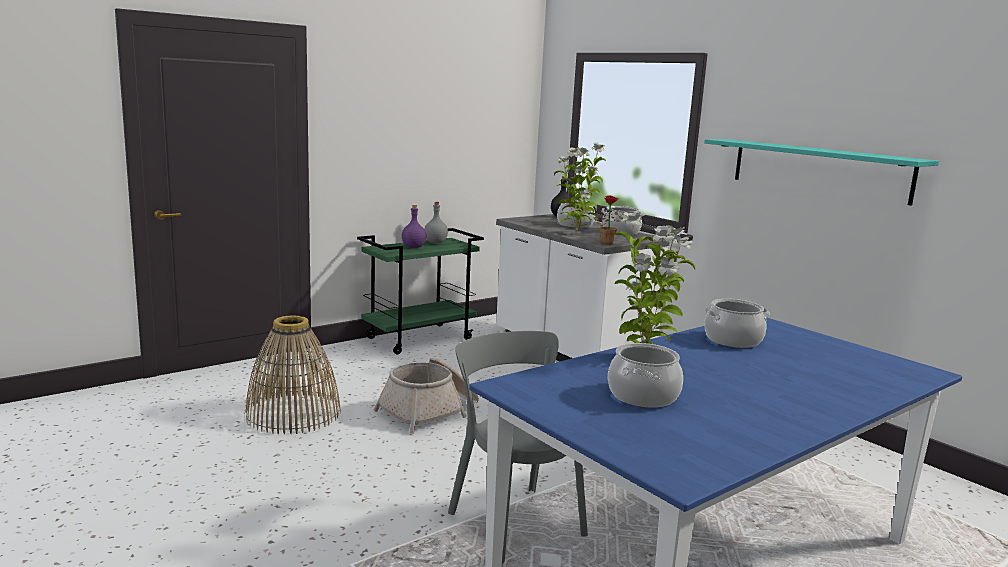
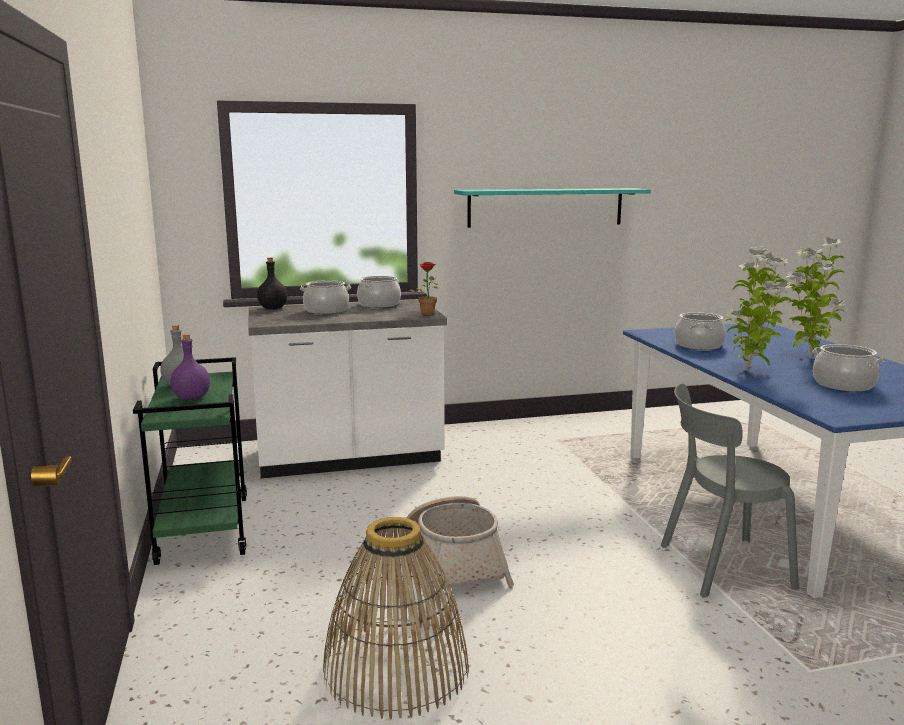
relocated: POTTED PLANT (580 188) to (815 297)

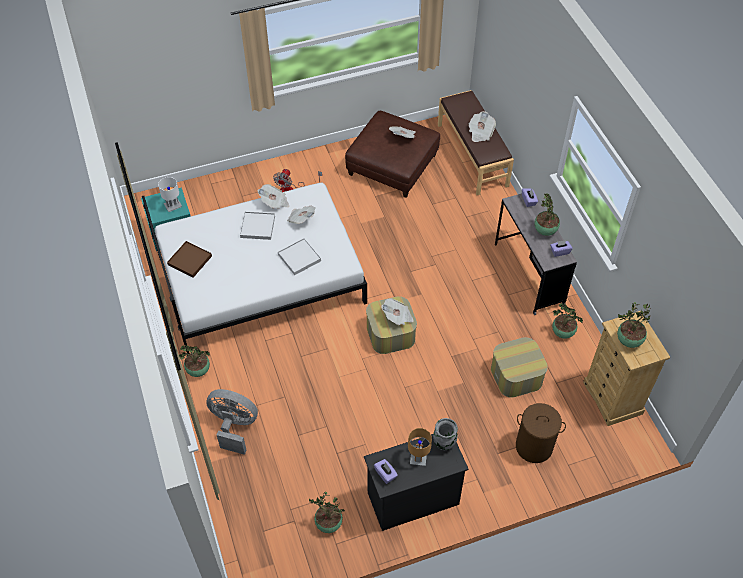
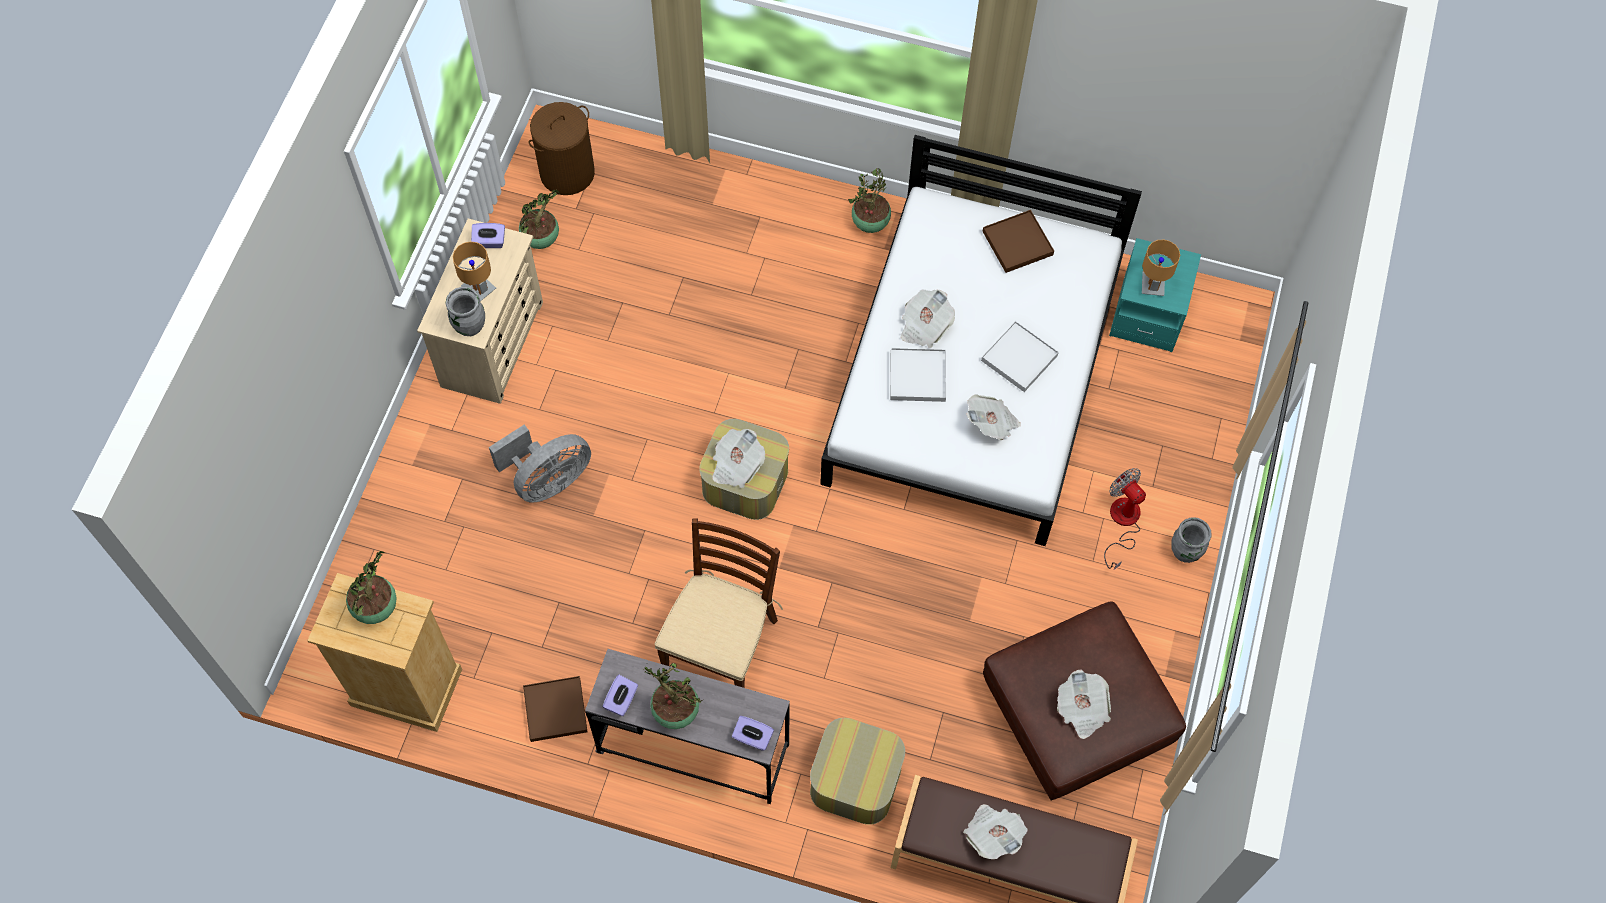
appeared: GREY VASE (1191 540); BROWN CHAIR (719 603)
relocated: NEWSPAPER (273 196) to (928 318); OTTOMAN (519 367) to (857 771); GREY FAN (232 422) to (540 464); BROWN LAUNDRY BASKET (541 433) to (561 148)
exchanged: POTTED PLANT (567 321) to BROWN TRAY (555 709)
colour: WHITE TABLE LAMP (170 194) to BROWN TABLE LAMP (1161 267); BLACK DRESSER (416 482) to BEIGE DRESSER (480 311)

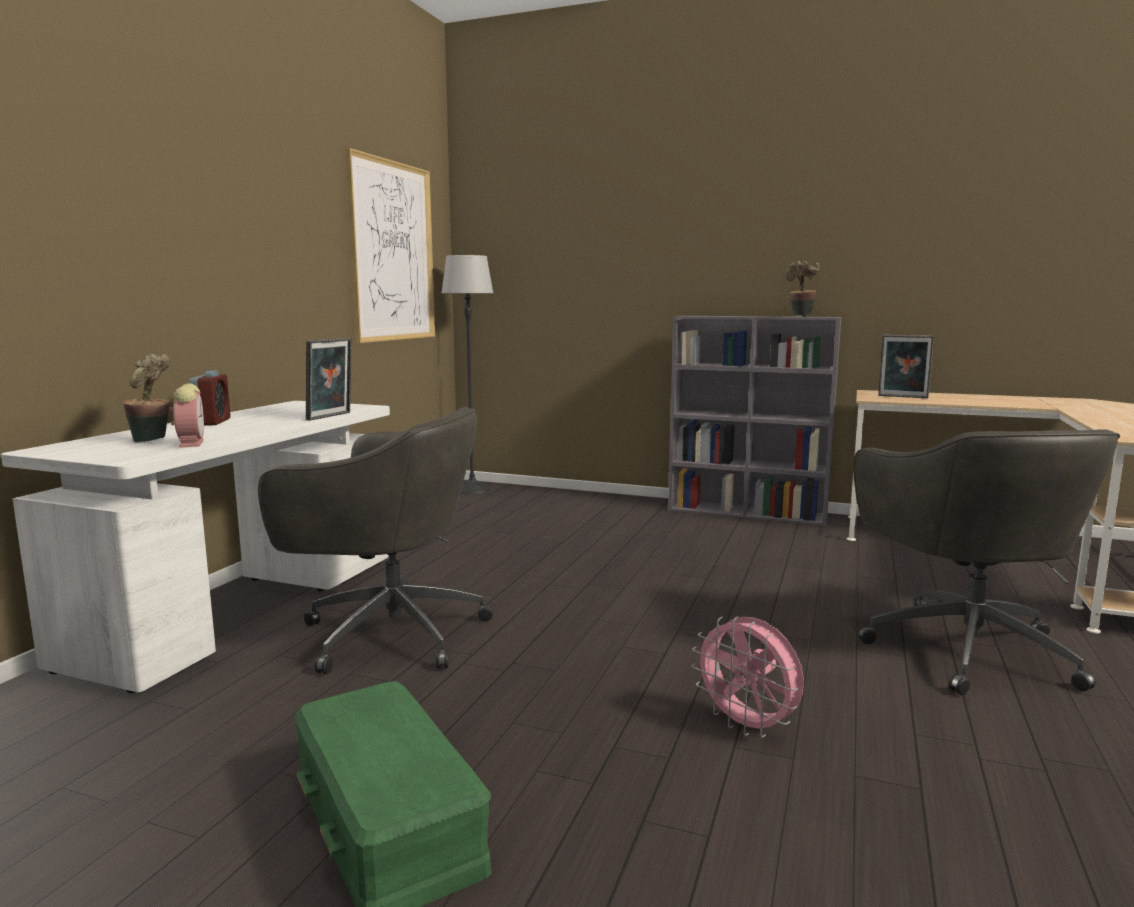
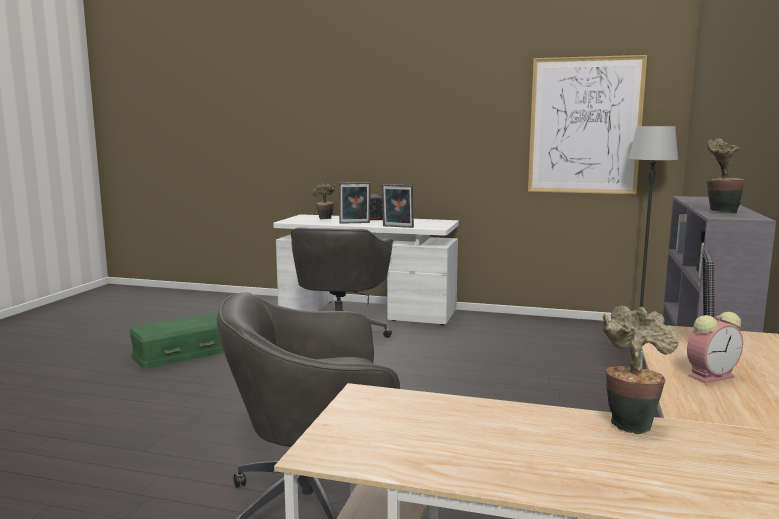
missing: PINK FAN (747 677)
appeared: PICTURE FRAME (354 203); POTTED PLANT (641 370)
relocated: ALARM CLOCK (187 415) to (715 347)

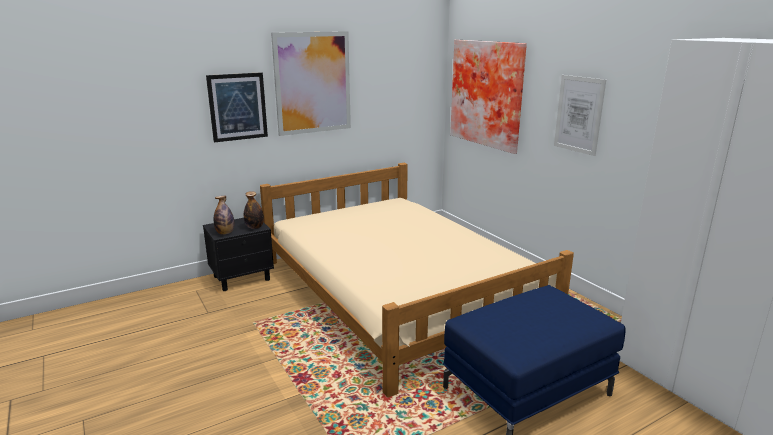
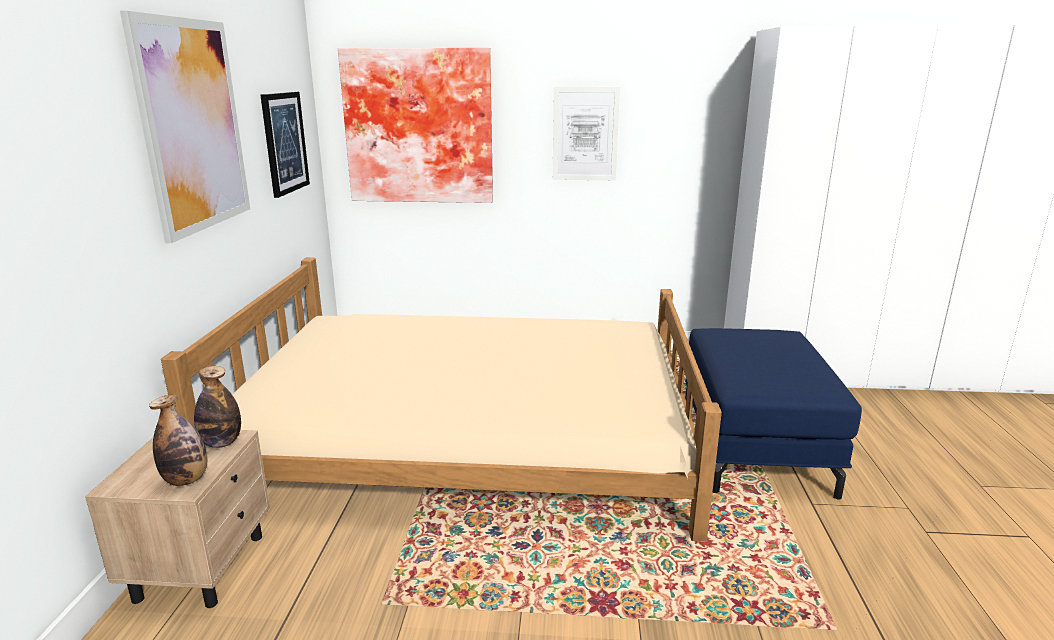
relocated: PICTURE (237 107) to (285 145)
colour: BLACK NIGHTSTAND (238 254) to BEIGE NIGHTSTAND (177 519)

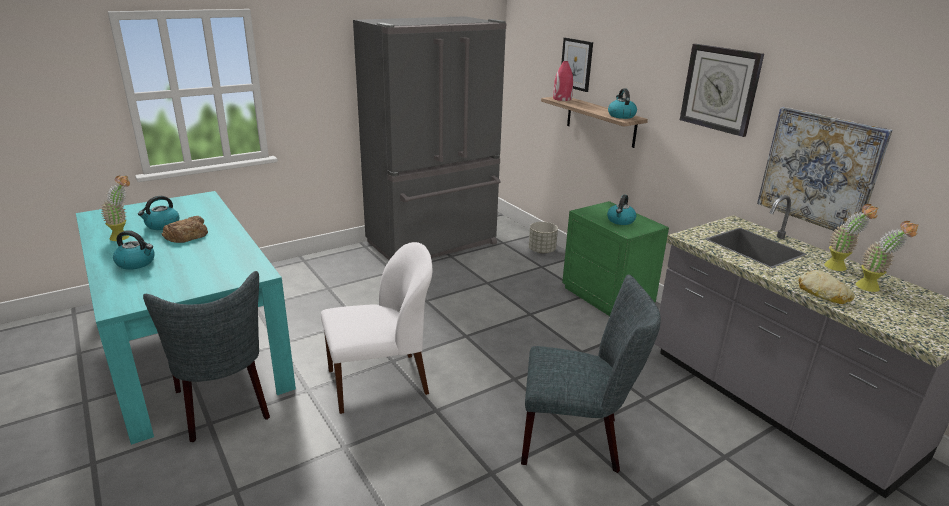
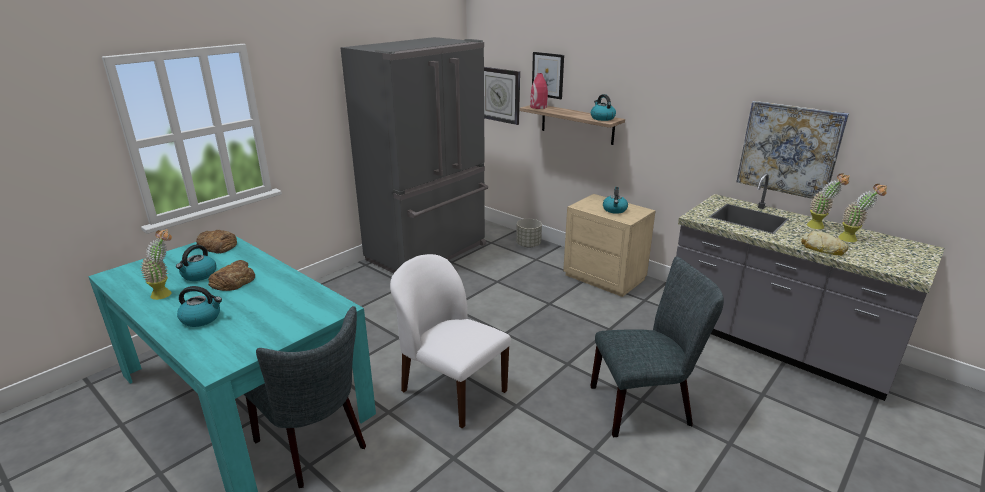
appeared: BREAD (216 242)
relocated: WALL CLOCK (722 90) to (502 96)
colour: GREEN NIGHTSTAND (615 258) to BEIGE NIGHTSTAND (609 245)
spun: WHITE CHAIR (376 328) = (450 341) 105 degrees counterclockwise

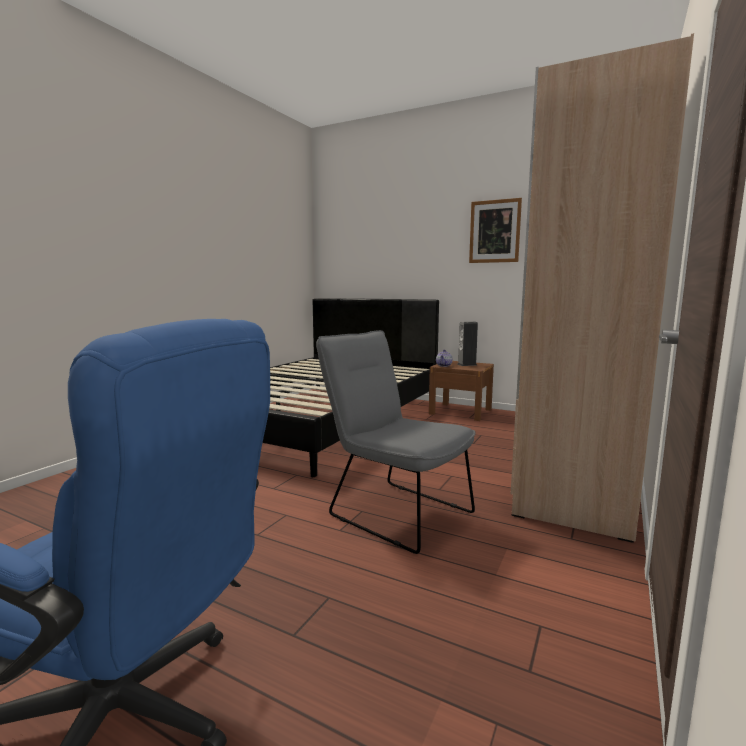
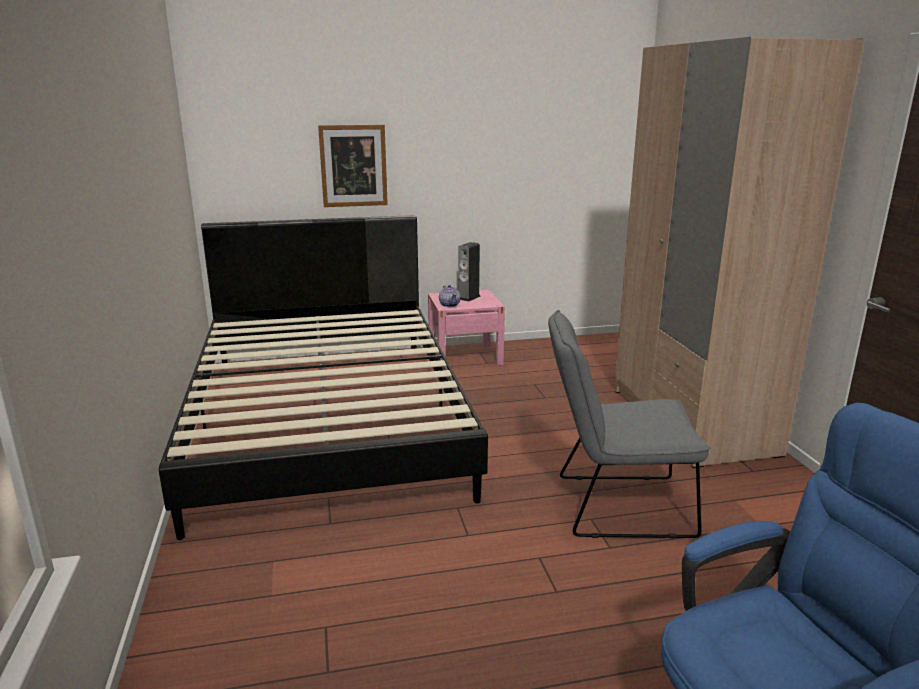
relocated: PICTURE (495 230) to (353 166)
colour: BROWN NIGHTSTAND (461 391) to PINK NIGHTSTAND (466 328)

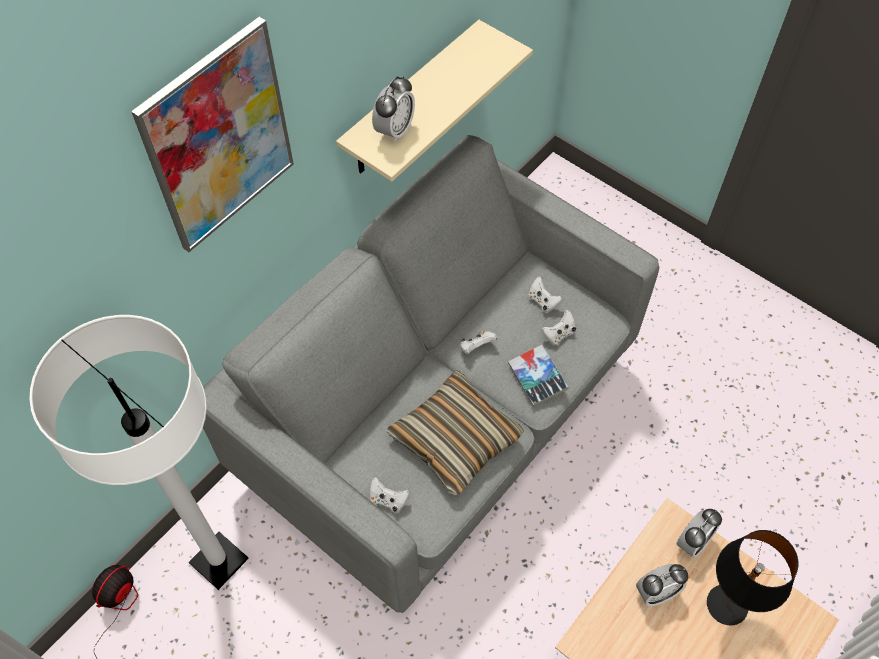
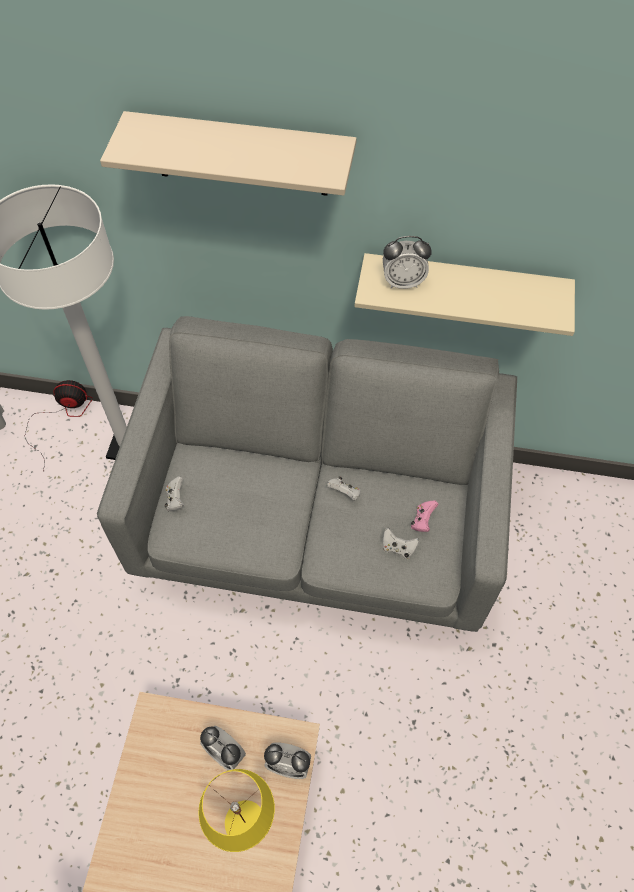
missing: BOOK (538 376); PILLOW (455 432)
exchanged: PICTURE (212 134) to BEIGE SHELF (228 153)
colour: WHITE GAME CONTROLLER (545 294) to PINK GAME CONTROLLER (425 516); BLACK TABLE LAMP (753 578) to YELLOW TABLE LAMP (236 810)

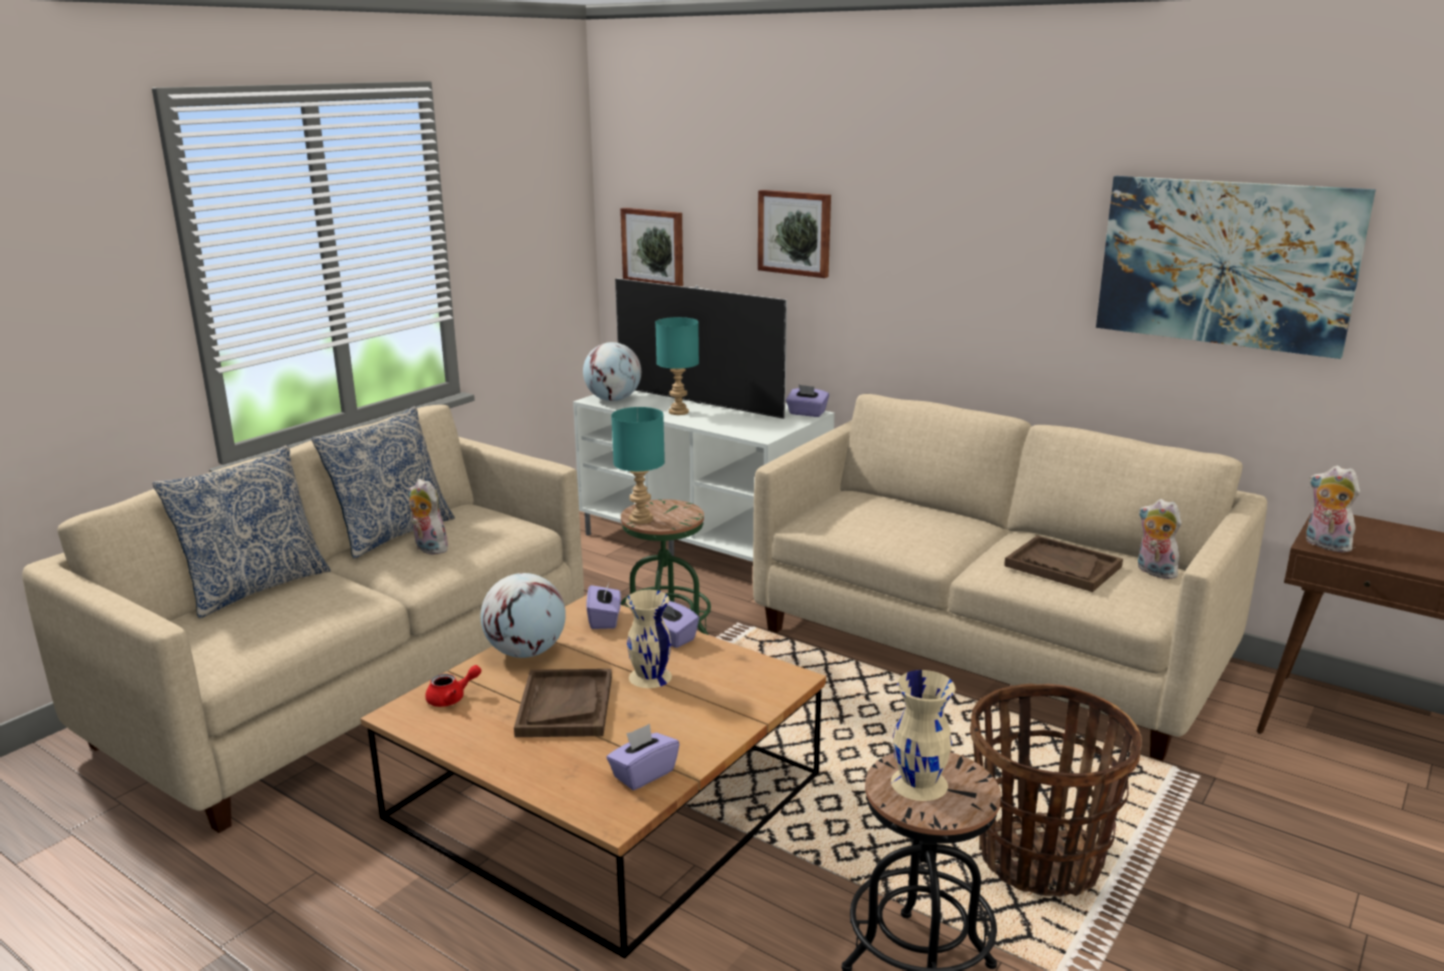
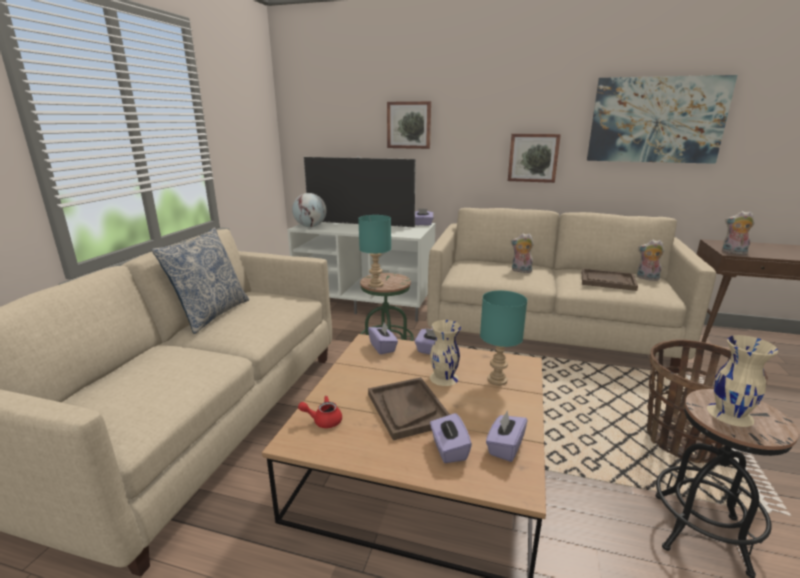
missing: PILLOW (241 532); GLOBE (523 615)
appeared: PURPLE TISSUE BOX (451 438)
relocated: PICTURE (651 247) to (534 158); TURQUOISE TABLE LAMP (677 366) to (503 338); PLUSH TOY (428 517) to (522 253)
spun: RED TEAPOT (453 686) = (320 412) 135 degrees counterclockwise

